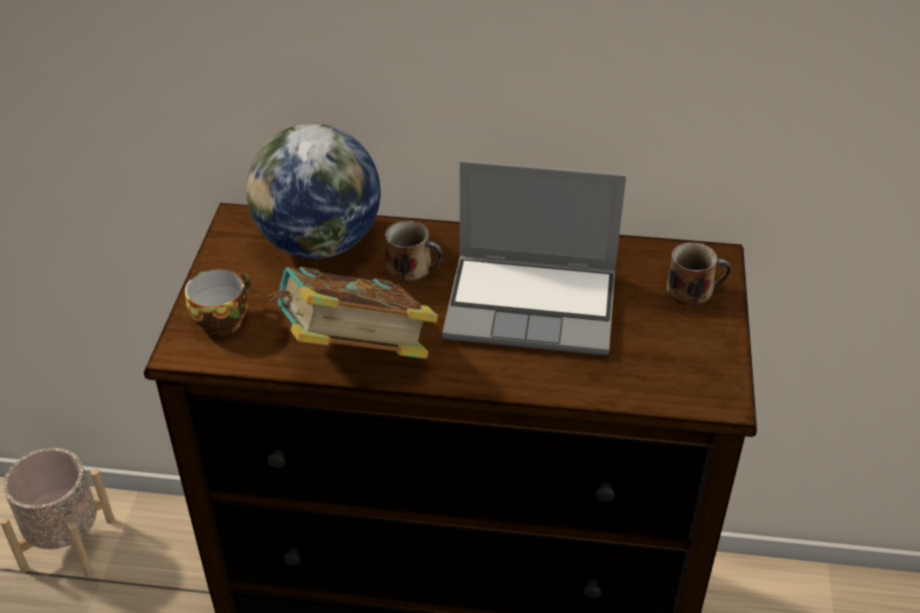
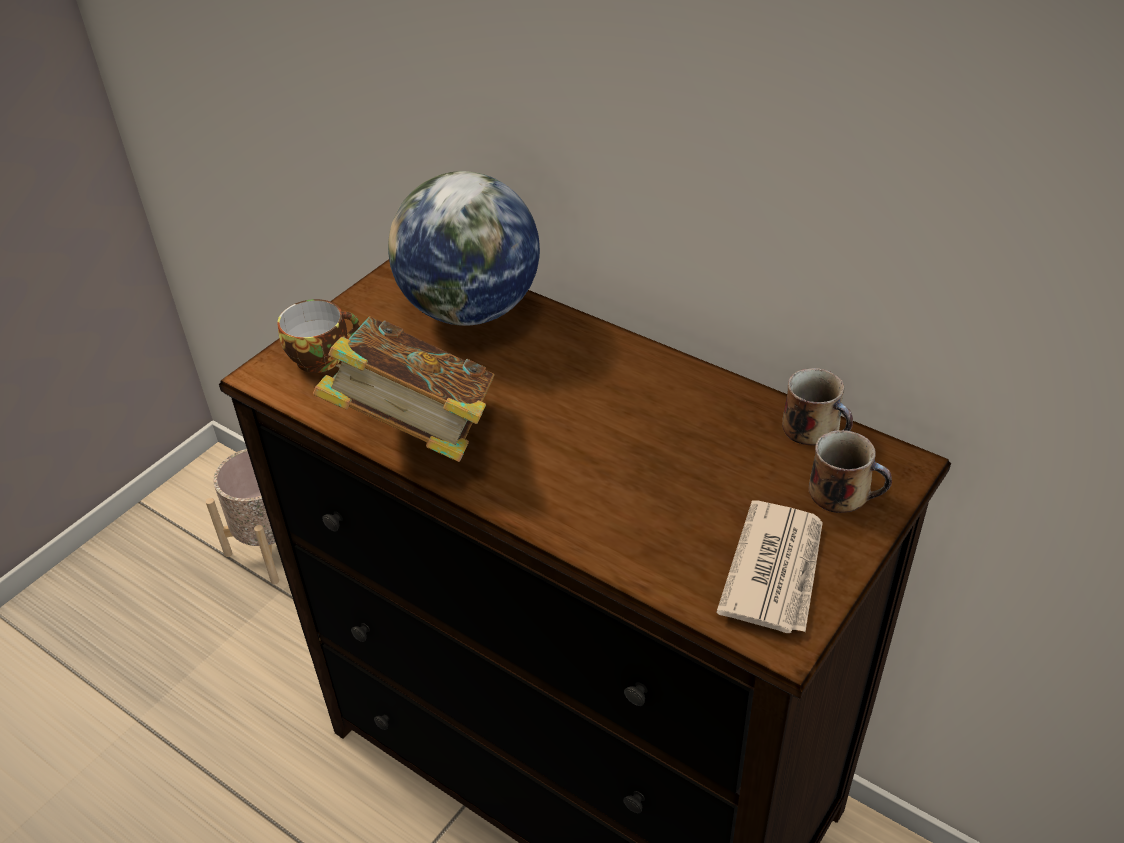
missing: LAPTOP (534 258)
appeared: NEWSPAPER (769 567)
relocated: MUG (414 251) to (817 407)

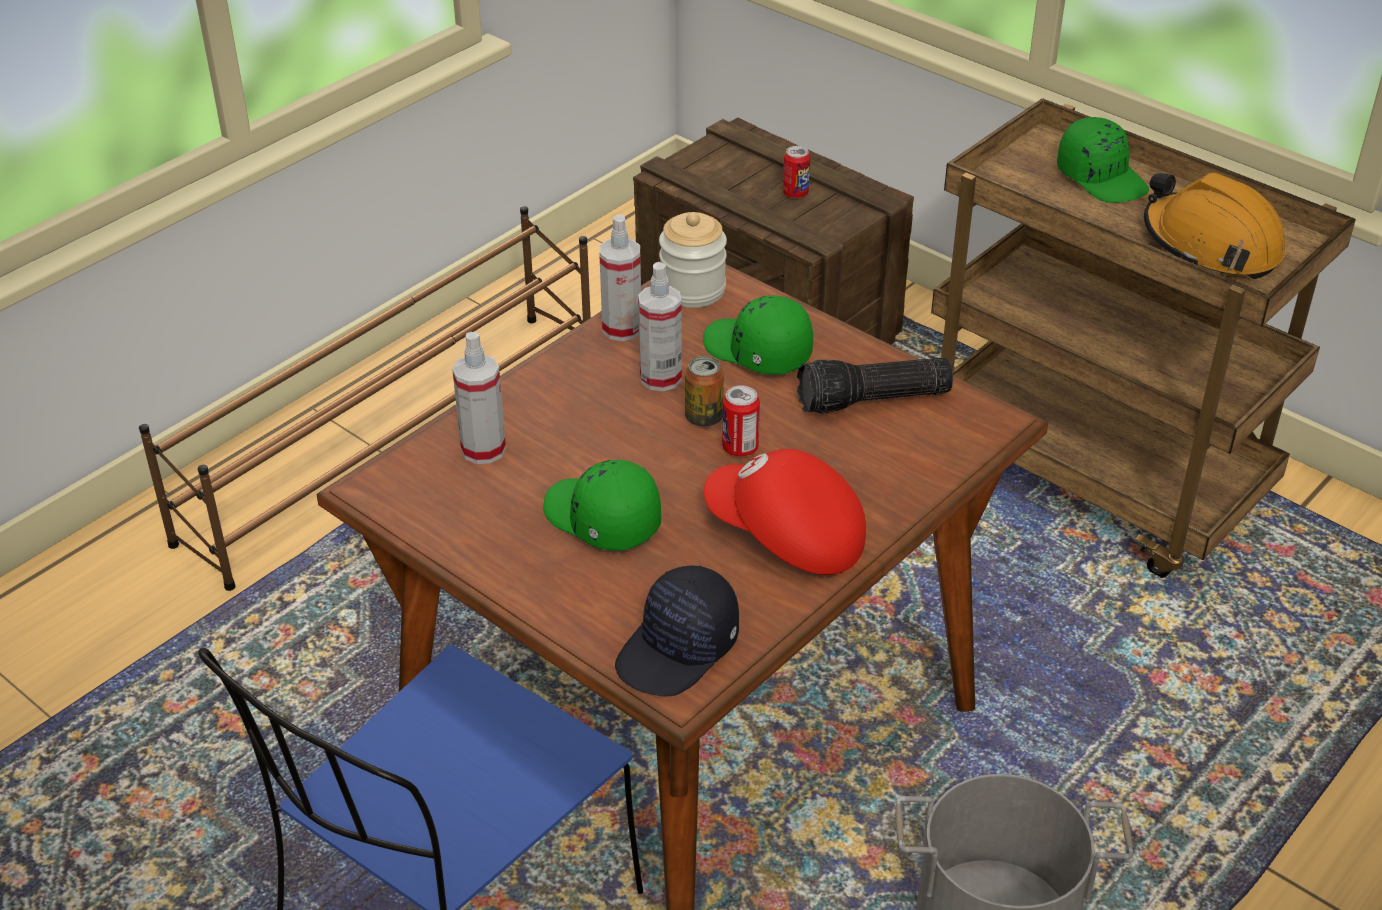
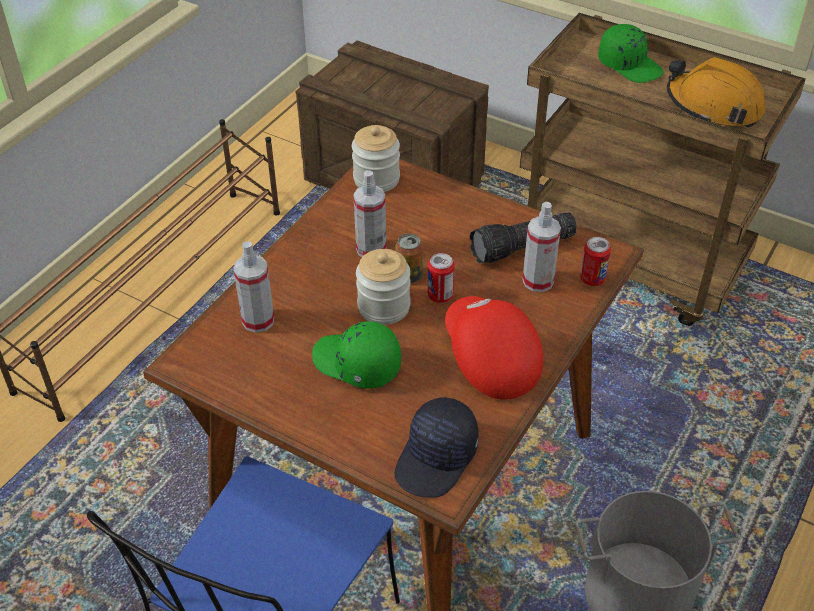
missing: GREEN CAP (758 334)
appeared: JAR (383 287)
relocated: CAN (796 172) to (595 261); SPRAY BOTTLE (620 277) to (542 247)
spun: RED CAP (785 512) = (494 348) 45 degrees clockwise

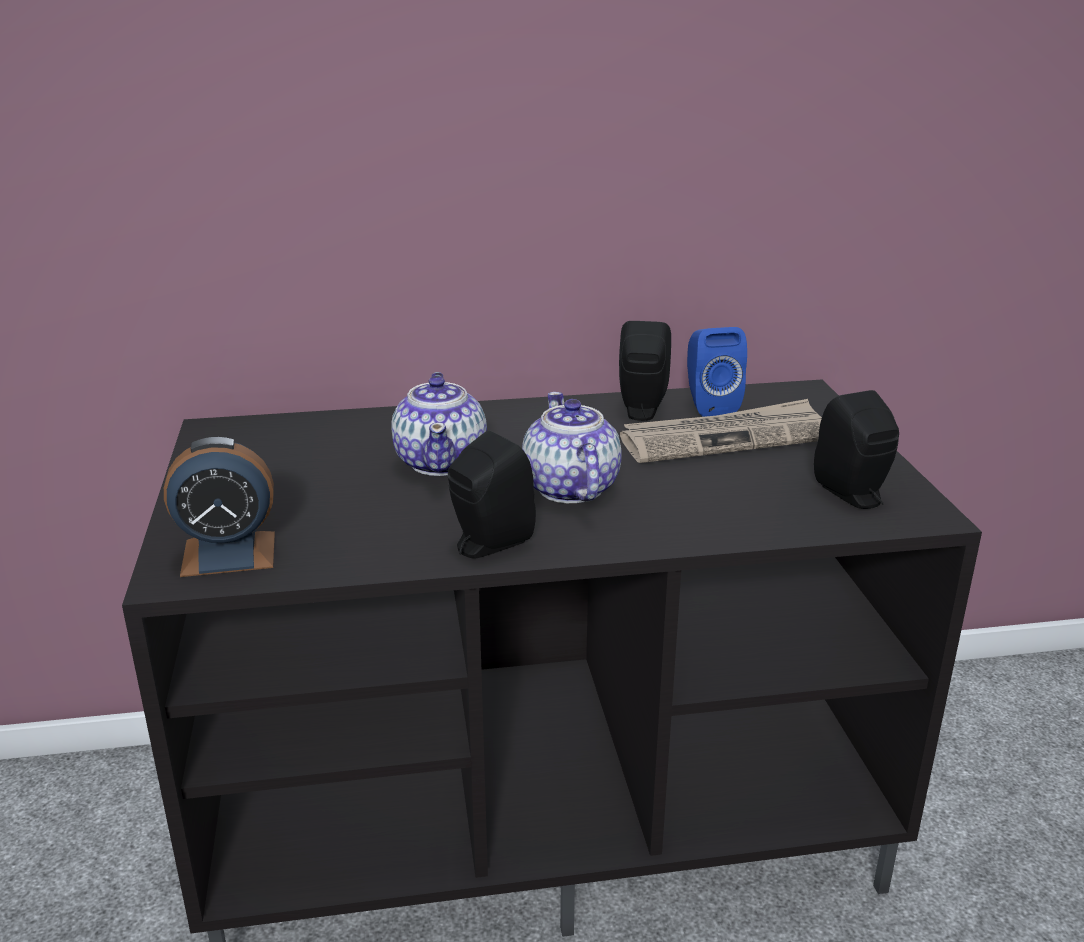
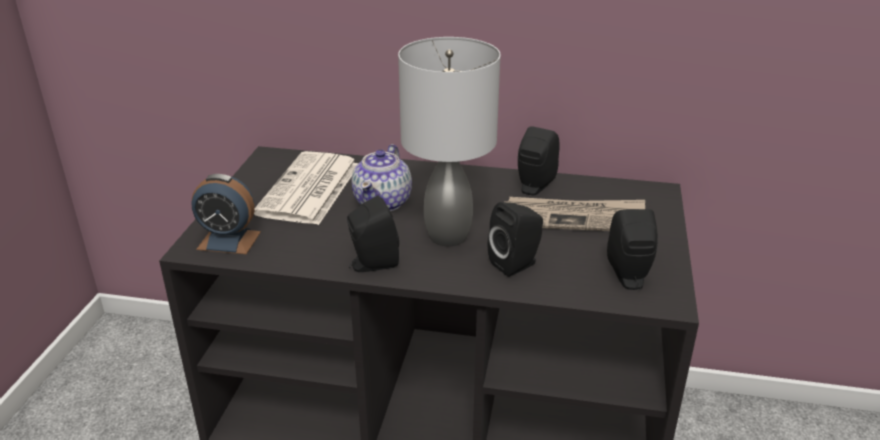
missing: BLUE SPEAKER (717 372)
appeared: NEWSPAPER (306 188); BLACK SPEAKER (515 239)
exchanged: TEAPOT (572 447) to GREY TABLE LAMP (449 141)

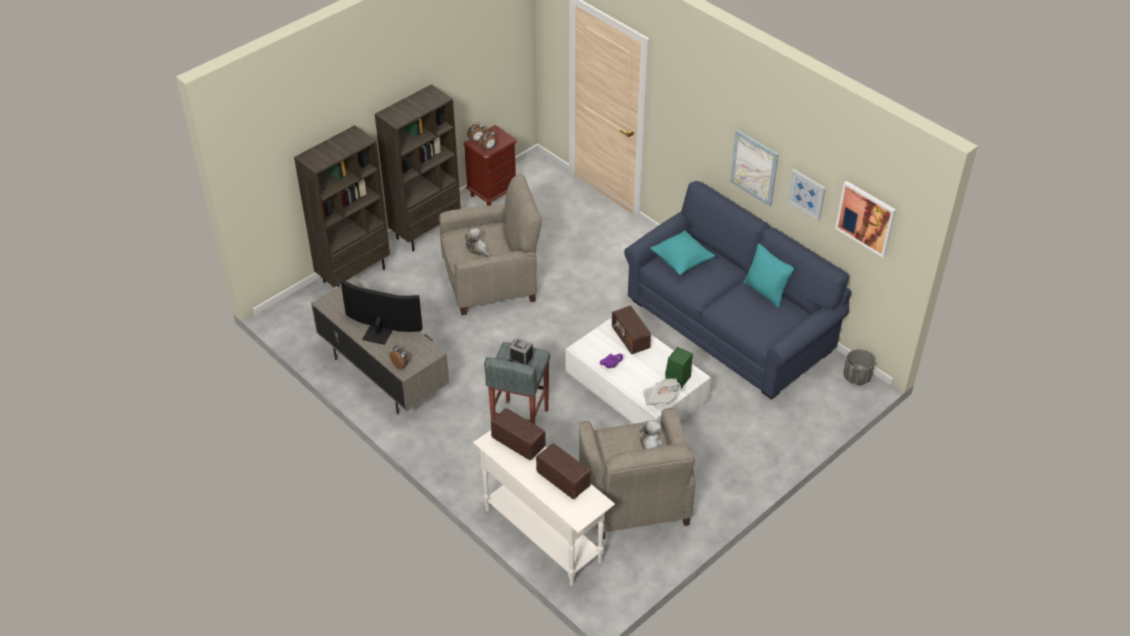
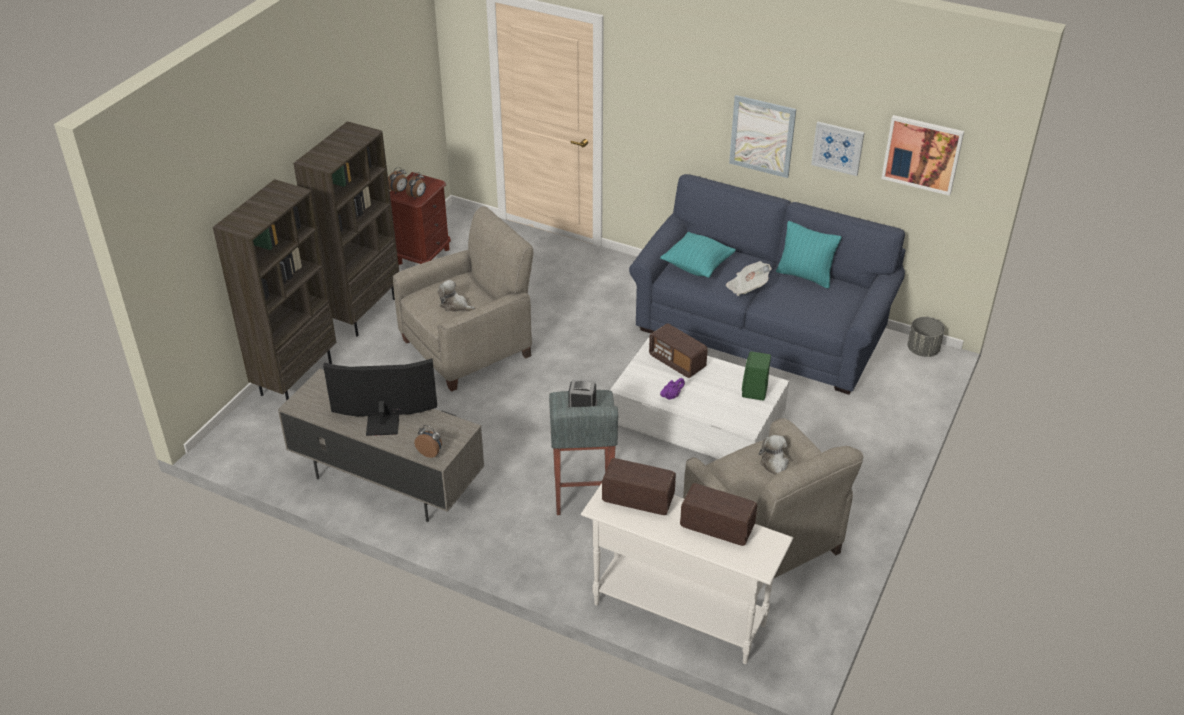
relocated: NEWSPAPER (662 391) to (749 278)

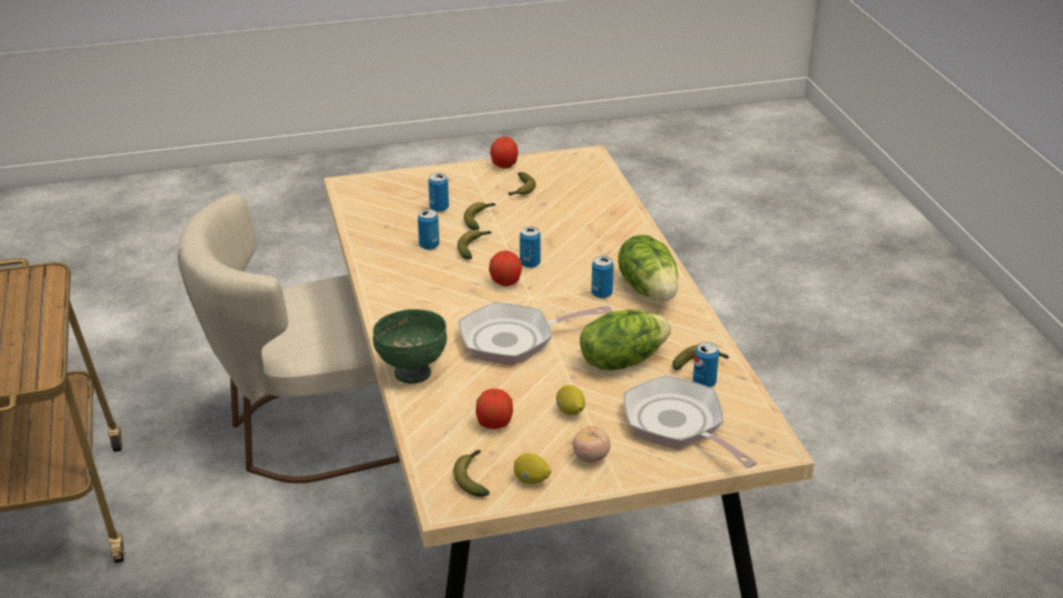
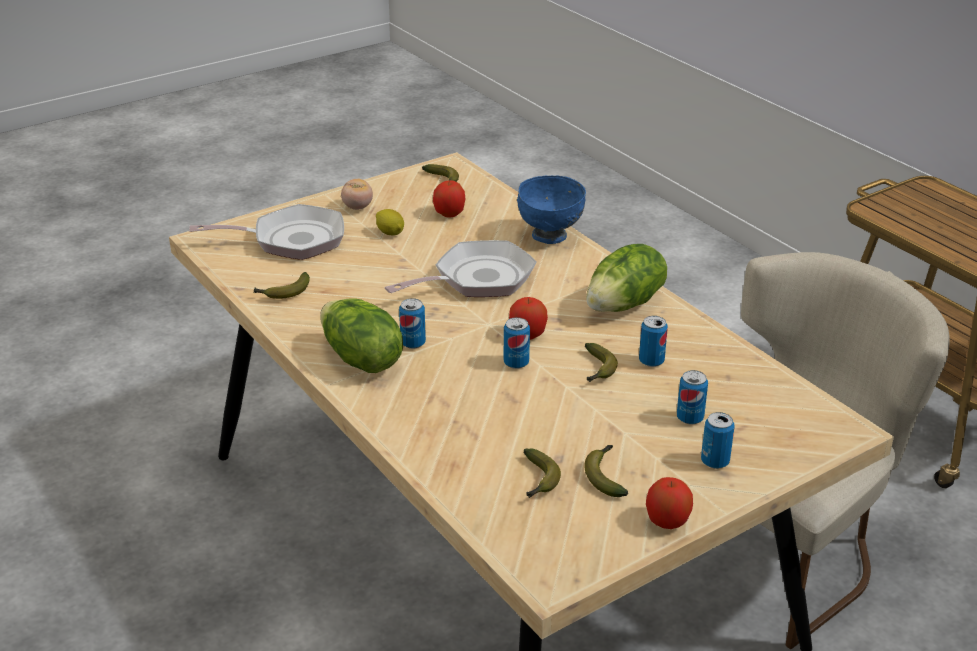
missing: LEMON (532 468)
relocated: BANANA (480 216) to (542 473); LETTUCE (625 340) to (626 278); CAN (706 364) to (718 440)
colour: GREEN BOWL (410 346) to BLUE BOWL (551 209)
spun: FRYING PAN (690 421) = (266 232) 45 degrees counterclockwise

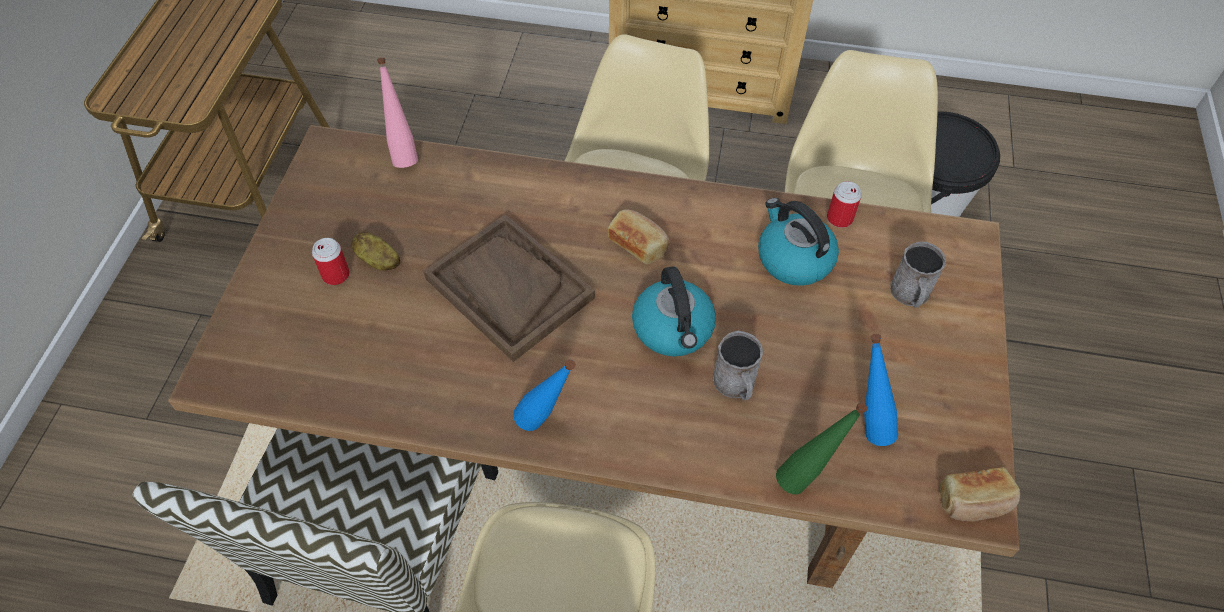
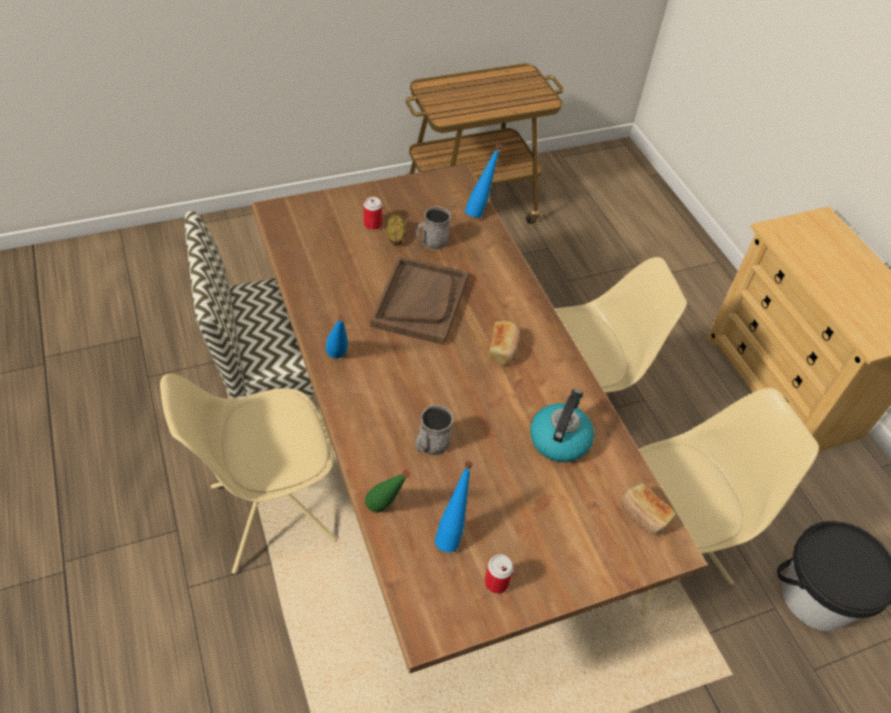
missing: KETTLE (674 311)
relocated: CAN (844 204) to (499 574); GREY MUG (918 275) to (433 228); BREAD (980 494) to (648 509)
colour: PINK BOTTLE (397 113) to BLUE BOTTLE (483 181)

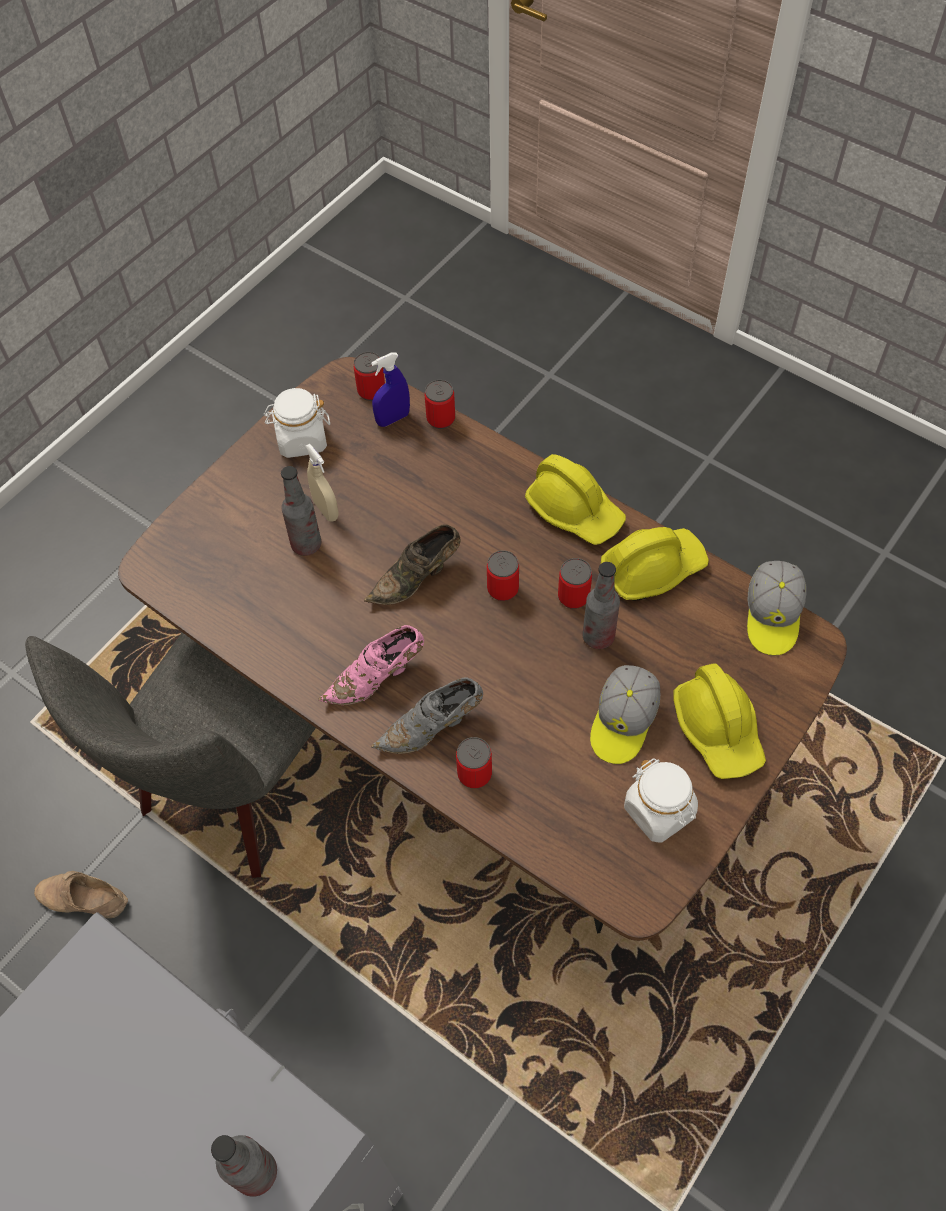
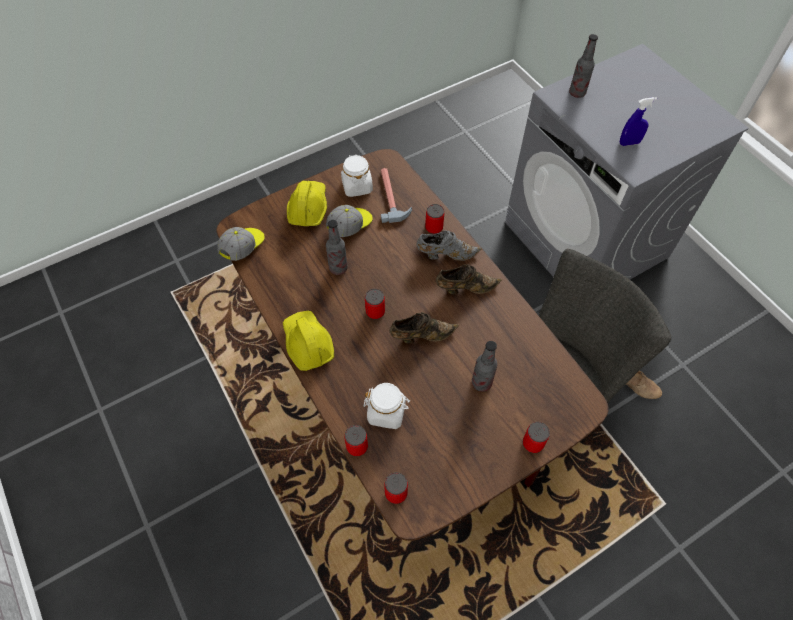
missing: BEIGE SPRAY BOTTLE (322 483); YELLOW HARD HAT (655 563)
appeared: HAMMER (396 195)
relocated: BLUE SPRAY BOTTLE (390 389) to (638 121); WHITE JAR (297 423) to (387 406); CAN (575 583) to (536 437)
colour: PINK SHOE (371 665) to BROWN SHOE (469 279)

